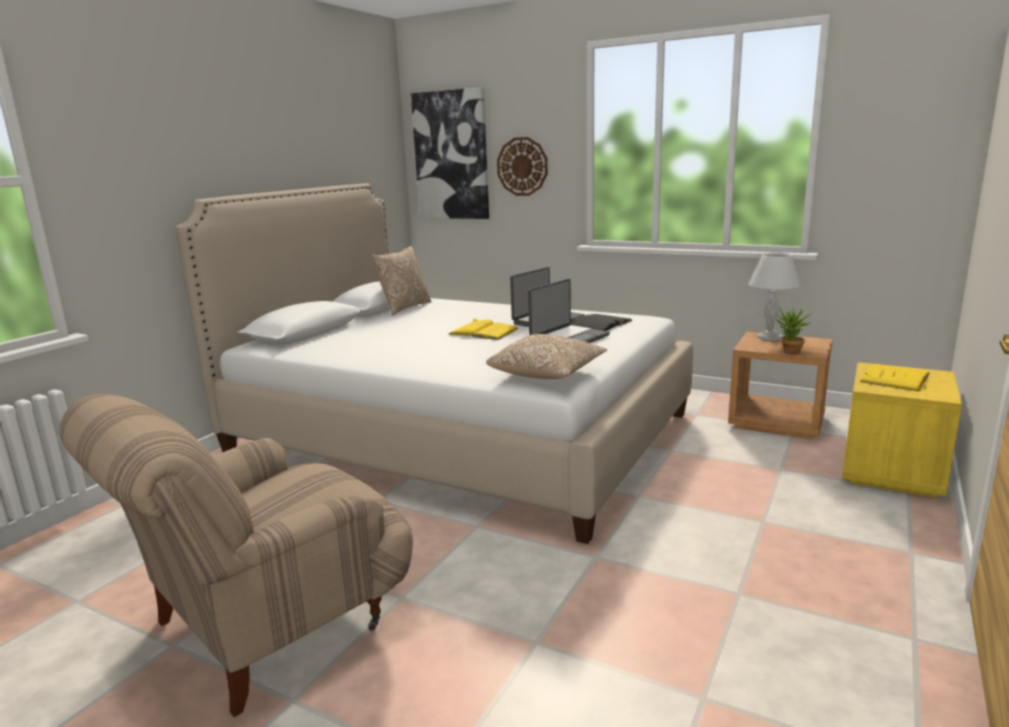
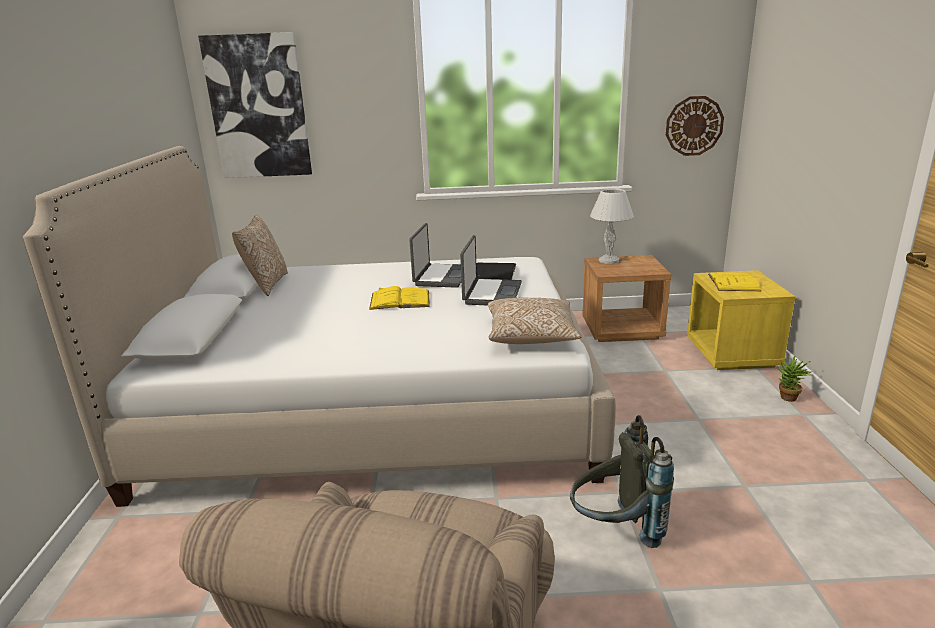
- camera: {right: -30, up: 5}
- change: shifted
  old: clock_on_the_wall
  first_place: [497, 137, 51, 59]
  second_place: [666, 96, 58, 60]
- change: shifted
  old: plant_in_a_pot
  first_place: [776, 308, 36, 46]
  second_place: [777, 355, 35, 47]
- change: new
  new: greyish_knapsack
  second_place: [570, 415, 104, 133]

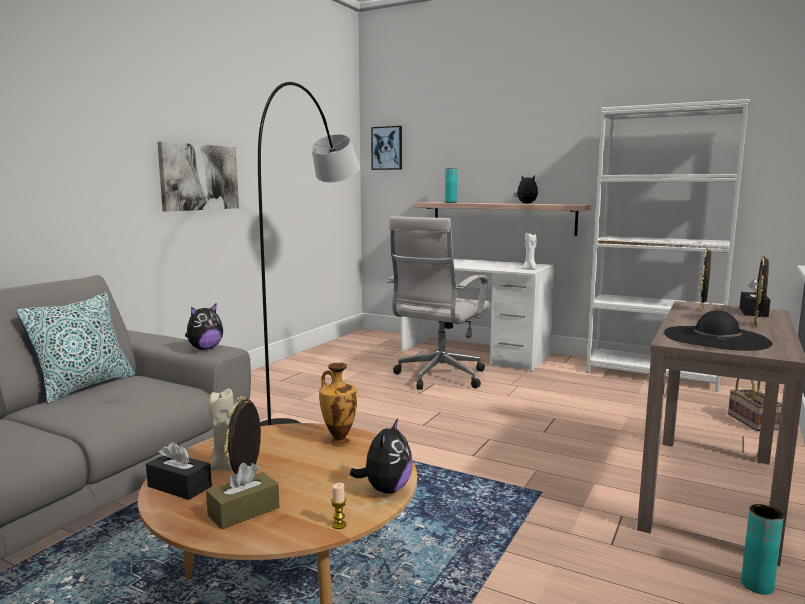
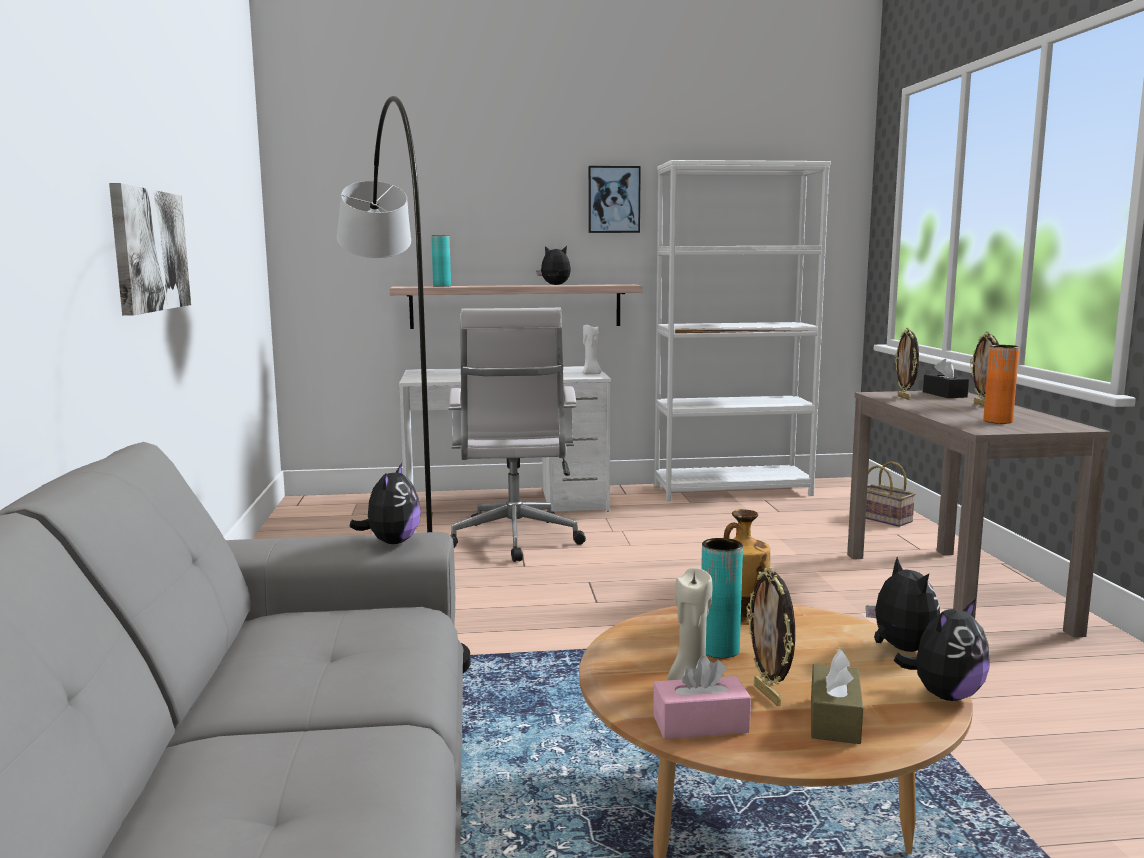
- camera: {right: -35, up: 0}
- change: shifted
  old: wall_picture
  first_place: [371, 126, 31, 44]
  second_place: [588, 166, 53, 67]
- change: gone
  old: cushion
  first_place: [16, 292, 119, 112]
- change: swapped
  old: blackish_clothing_hat
  new: orange-coloured_decorative_vase
  first_place: [664, 310, 109, 41]
  second_place: [983, 345, 37, 79]
- change: repainted
  old: blackish_tissue_box
  new: pinkish_tissue_box
  first_place: [146, 441, 66, 59]
  second_place: [653, 656, 98, 83]
- change: swapped
  old: wax_light
  new: soft_toy
  first_place: [331, 483, 15, 46]
  second_place: [894, 599, 96, 102]
- change: shifted
  old: turquoise_decorative_vase
  first_place: [741, 504, 43, 91]
  second_place: [701, 538, 42, 120]

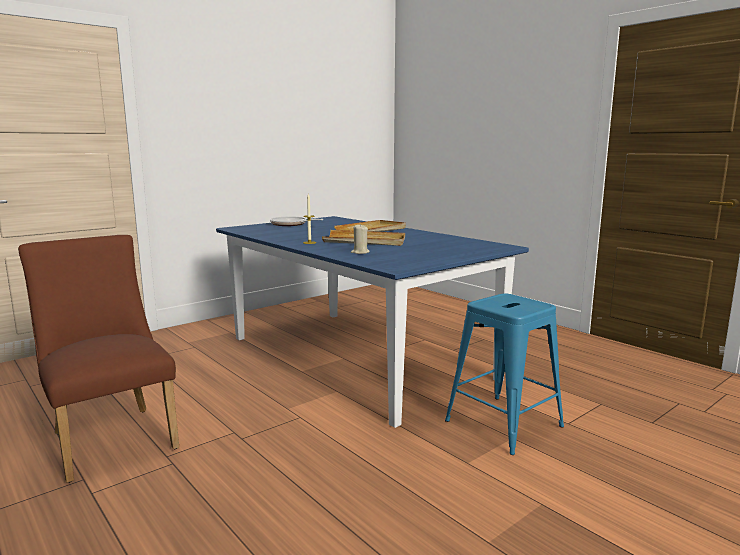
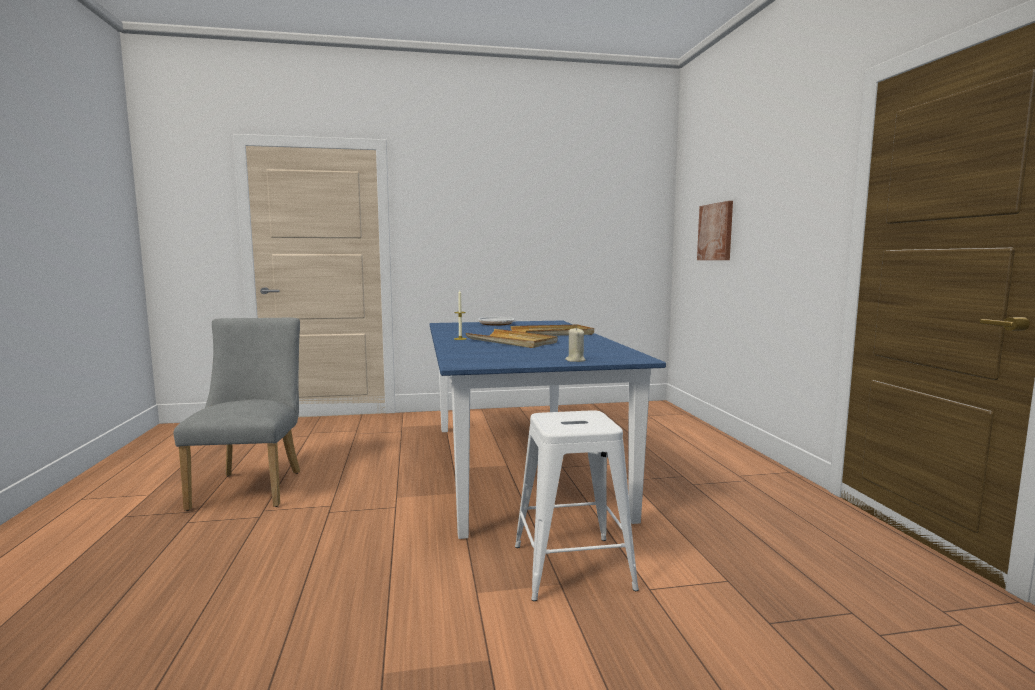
- camera: {right: 30, up: -5}
- change: shifted
  old: sand-coloured_wax_light
  first_place: [351, 224, 19, 30]
  second_place: [565, 327, 21, 35]
- change: repainted
  old: brown_upright_chair
  new: greyish_upright_chair
  first_place: [18, 235, 161, 248]
  second_place: [173, 317, 127, 194]
- change: repainted
  old: bluish_stool
  new: white-coloured_stool
  first_place: [445, 293, 119, 162]
  second_place: [515, 410, 124, 191]
- change: new
  new: wall_picture
  second_place: [697, 201, 36, 59]

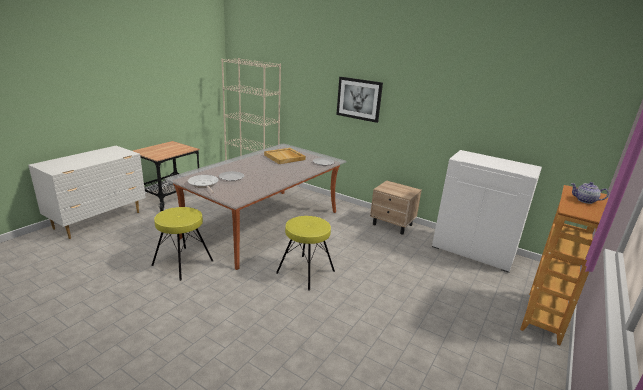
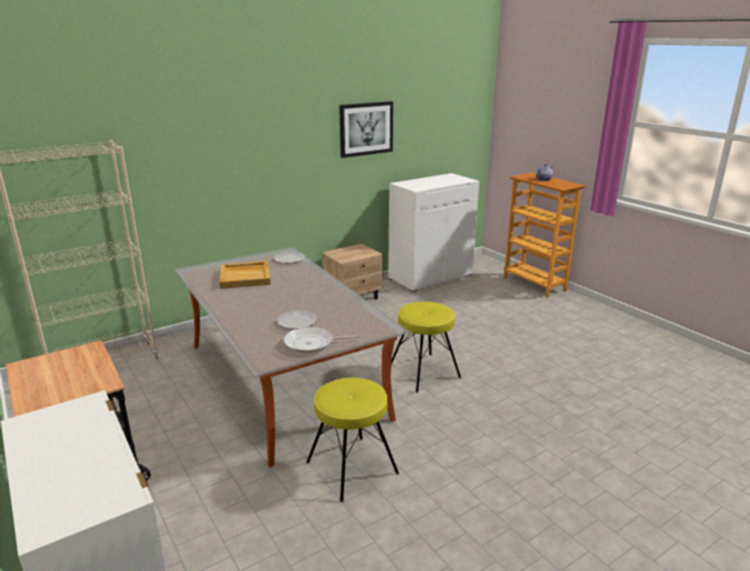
- camera: {right: -65, up: 0}
- change: shifted
  old: wall_picture
  first_place: [336, 77, 47, 46]
  second_place: [339, 101, 54, 57]

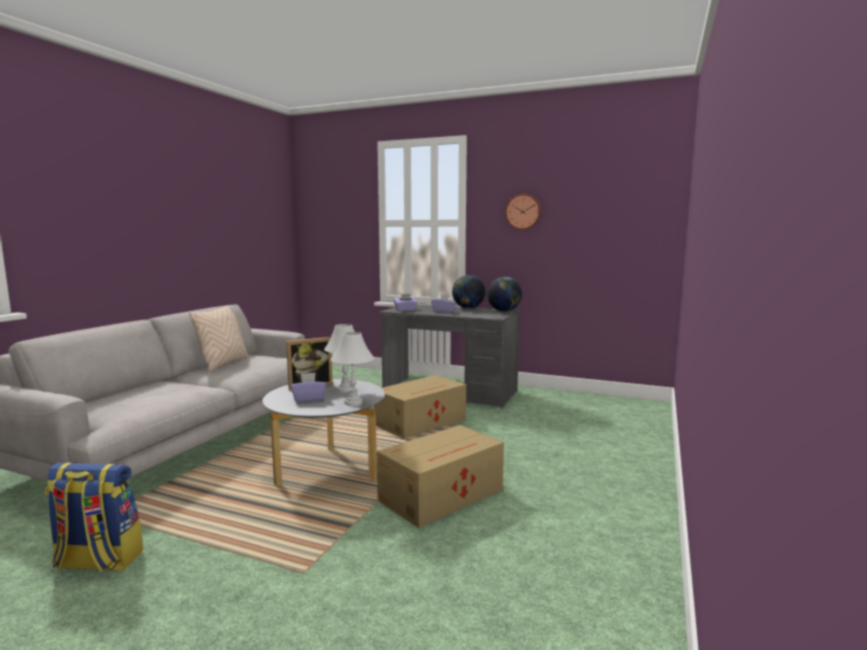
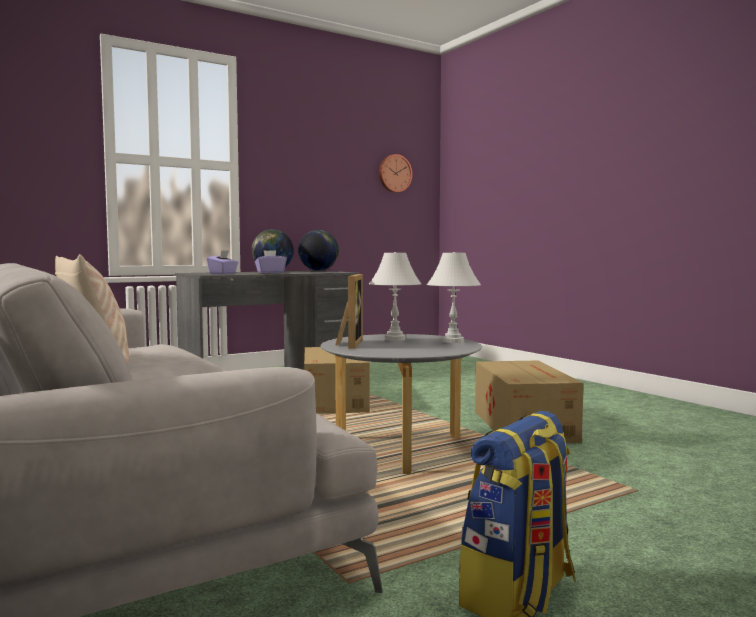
- camera: {right: -55, up: -5}
- change: shifted
  old: clock_on_the_wall
  first_place: [505, 194, 36, 36]
  second_place: [379, 154, 33, 39]
- change: gone
  old: purple_tissue_box
  first_place: [291, 373, 35, 29]

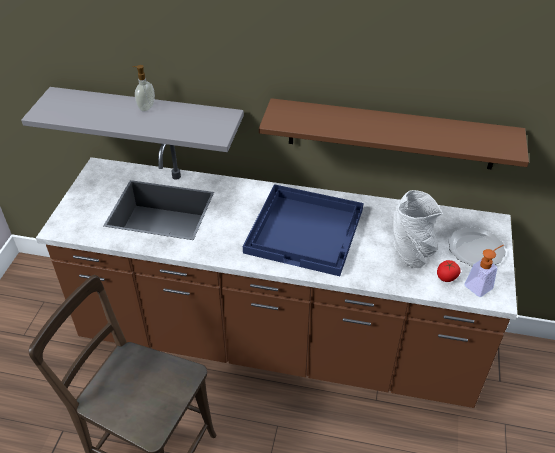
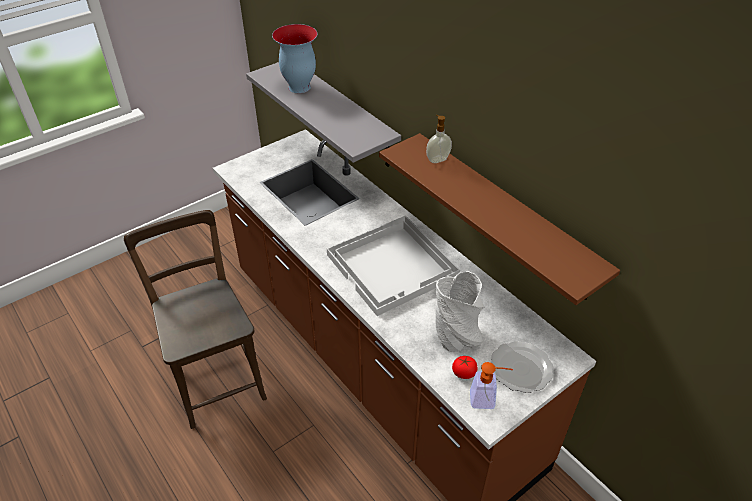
- camera: {right: 40, up: 0}
- change: shifted
  old: soap_bottle
  first_place: [133, 65, 22, 47]
  second_place: [426, 115, 26, 48]
- change: repainted
  old: bluish_tray
  new: white-coloured_tray
  first_place: [243, 184, 120, 92]
  second_place: [327, 215, 133, 101]
- change: new
  new: decorative_vase
  second_place: [272, 24, 45, 69]

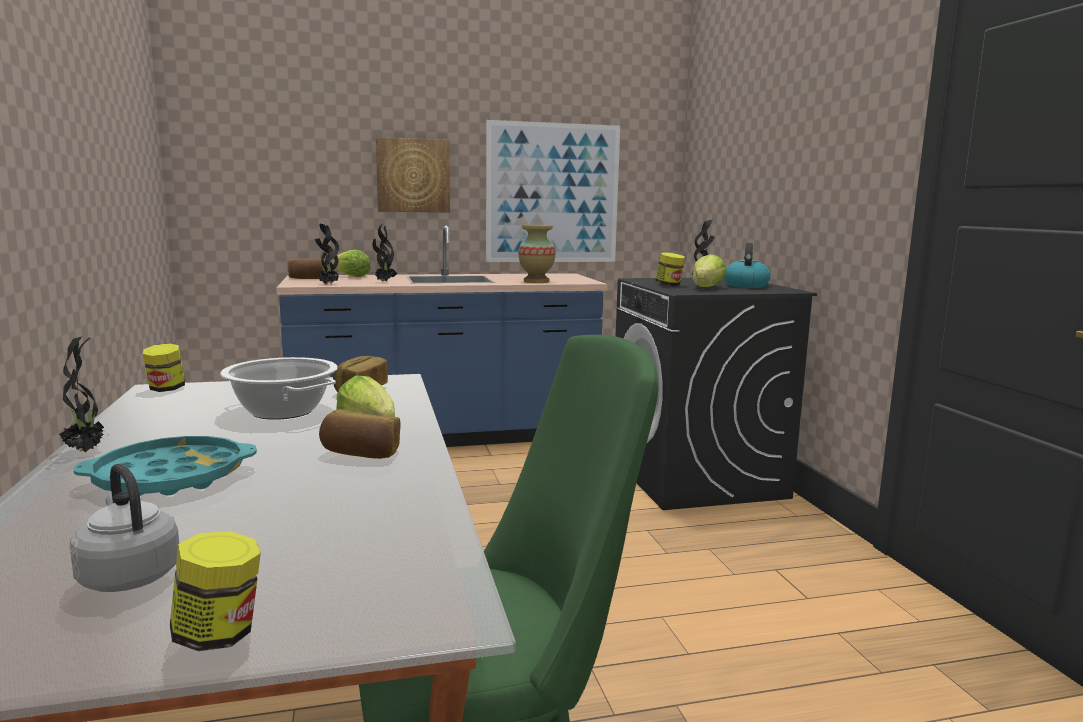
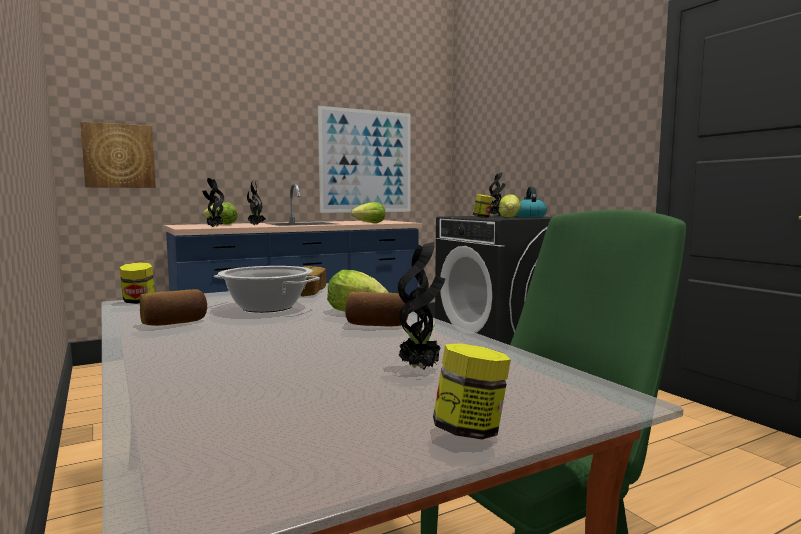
- camera: {right: -15, up: -5}
- change: shifted
  old: wall_picture
  first_place: [376, 137, 74, 75]
  second_place: [80, 122, 76, 66]
- change: swapped
  old: decorative_vase
  new: head_of_lettuce
  first_place: [518, 225, 38, 58]
  second_place: [351, 202, 34, 21]
- change: shifted
  old: baked_bread
  first_place: [288, 259, 37, 20]
  second_place: [140, 289, 67, 37]
- change: shifted
  old: plant_in_a_pot
  first_place: [59, 337, 48, 115]
  second_place: [398, 242, 47, 128]
- change: gone
  old: turquoise_tray
  first_place: [74, 436, 183, 60]
- change: gone
  old: greyish_kettle
  first_place: [69, 463, 110, 129]

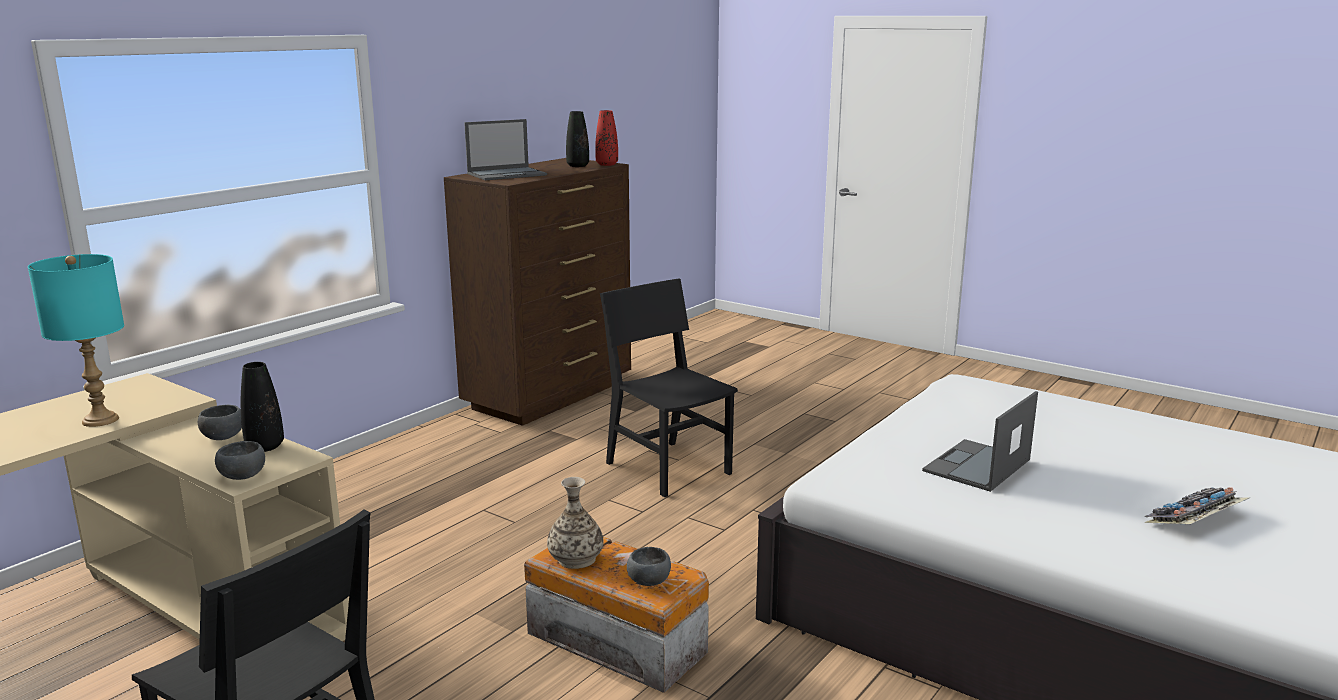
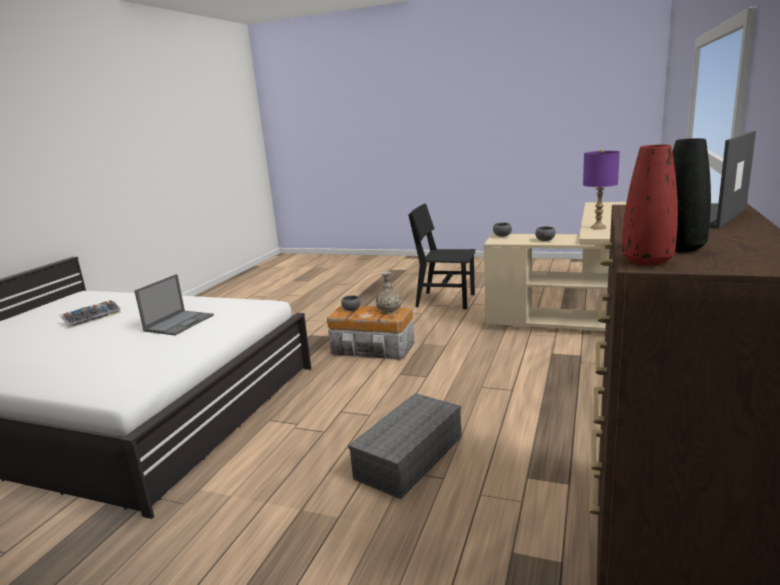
- camera: {right: 165, up: 0}
- change: repainted
  old: turquoise_tabletop_lamp
  new: purple_tabletop_lamp
  first_place: [28, 254, 96, 173]
  second_place: [583, 149, 37, 81]
- change: swapped
  old: blackish_upright_chair
  new: greyish_storage_container
  first_place: [600, 279, 138, 218]
  second_place: [348, 393, 113, 106]
- change: gone
  old: blackish_decorative_vase
  first_place: [241, 362, 43, 90]

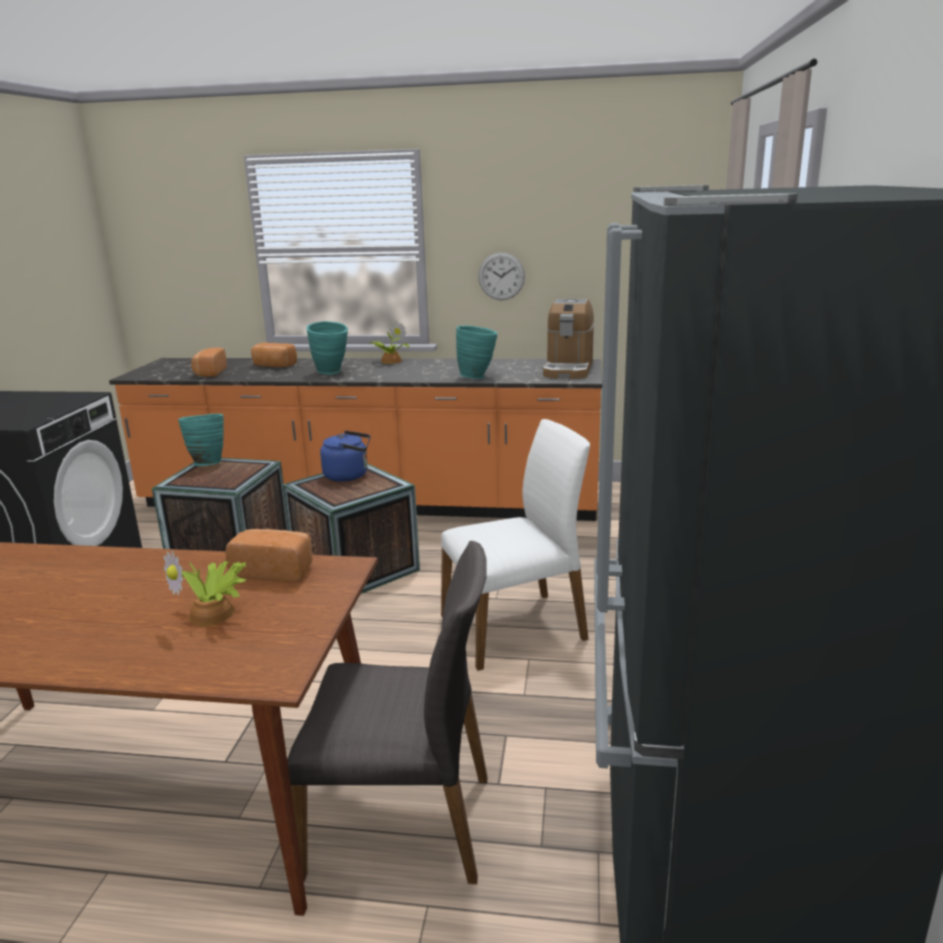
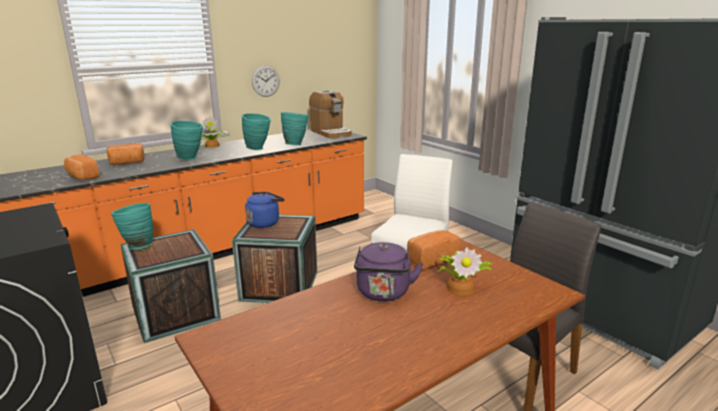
- camera: {right: -45, up: 0}
- change: new
  new: turquoise_decorative_vase
  second_place: [242, 113, 29, 37]
- change: new
  new: purple_kettle
  second_place: [354, 242, 69, 59]

